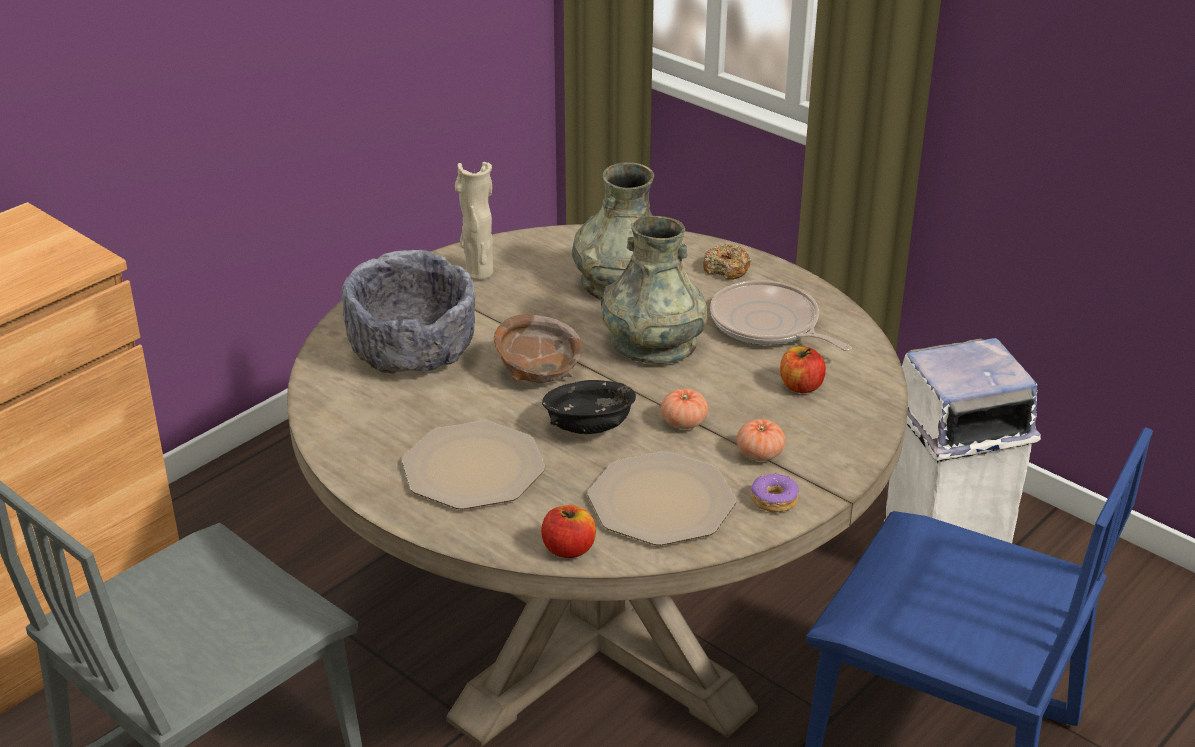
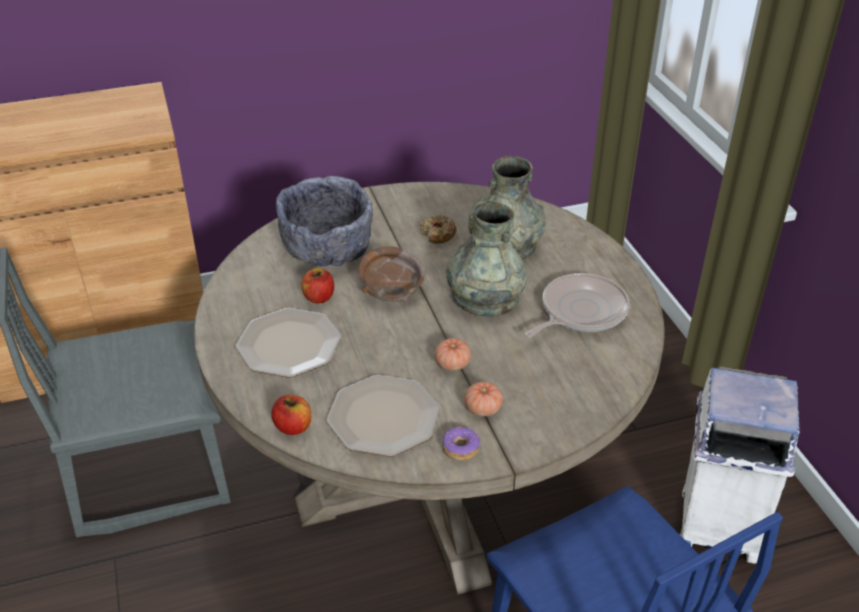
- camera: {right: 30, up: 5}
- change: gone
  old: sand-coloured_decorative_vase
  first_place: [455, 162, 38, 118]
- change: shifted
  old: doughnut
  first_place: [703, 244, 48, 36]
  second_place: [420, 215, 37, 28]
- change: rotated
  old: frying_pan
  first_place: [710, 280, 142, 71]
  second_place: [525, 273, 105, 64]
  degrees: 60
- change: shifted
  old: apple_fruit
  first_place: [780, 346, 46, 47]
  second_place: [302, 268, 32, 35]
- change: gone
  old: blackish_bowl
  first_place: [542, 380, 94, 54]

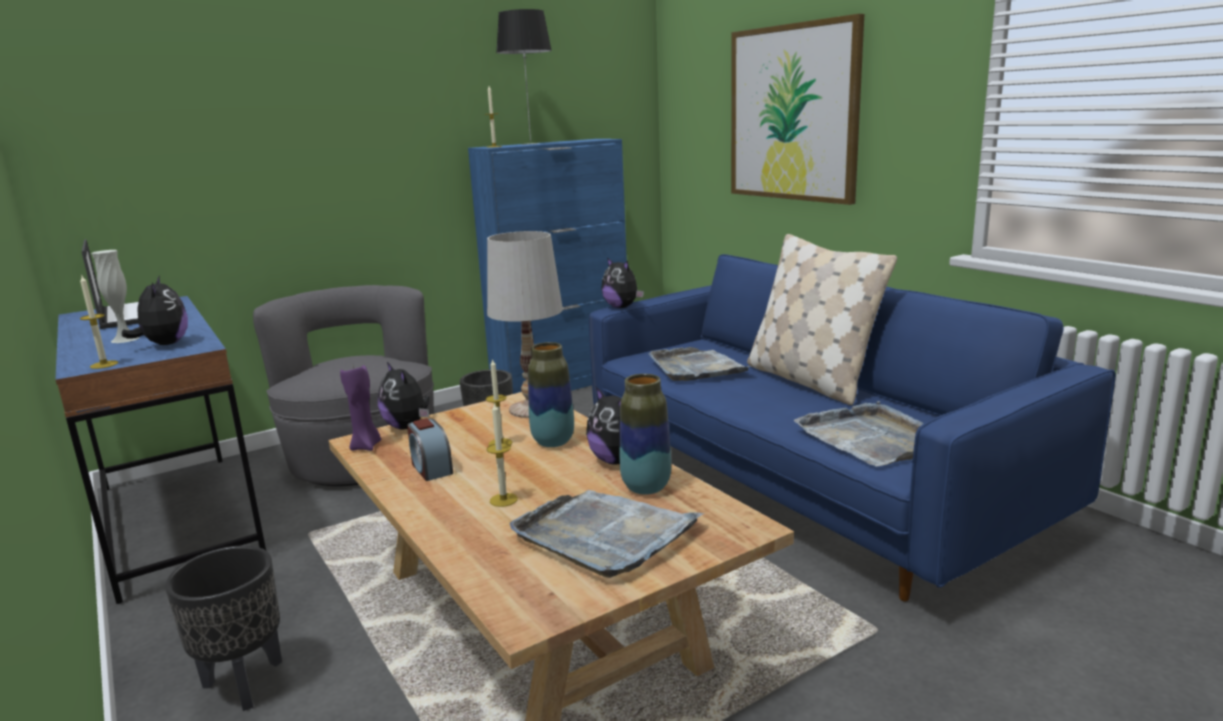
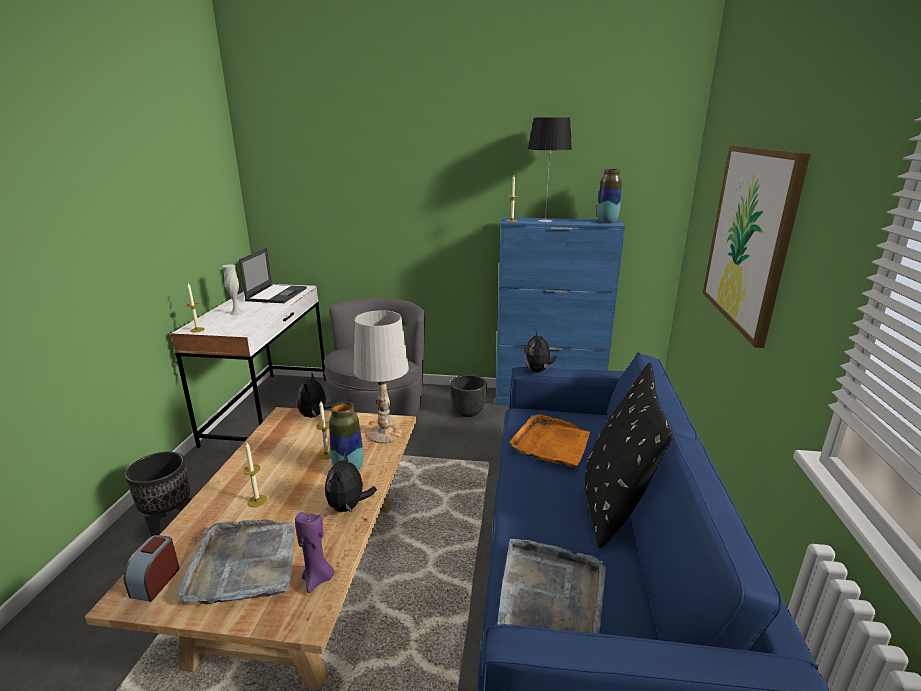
- camera: {right: 40, up: 5}
- change: repainted
  old: sand-coloured_cushion
  new: blackish_cushion
  first_place: [747, 234, 150, 171]
  second_place: [585, 363, 89, 185]
- change: gone
  old: soft_toy
  first_place: [122, 276, 66, 69]
- change: repainted
  old: bluish_desk_unit
  new: white-coloured_desk_unit
  first_place: [55, 296, 211, 308]
  second_place: [171, 284, 155, 164]
- change: repainted
  old: greyish_tray
  new: orange-coloured_tray
  first_place: [648, 347, 103, 34]
  second_place: [510, 414, 80, 53]
- change: shifted
  old: purple_wax_light
  first_place: [340, 365, 41, 86]
  second_place: [295, 512, 39, 81]
- change: shifted
  old: decorative_vase
  first_place: [620, 374, 51, 121]
  second_place: [597, 169, 25, 54]
- change: shifted
  old: alarm_clock
  first_place: [407, 418, 46, 63]
  second_place: [124, 535, 56, 67]

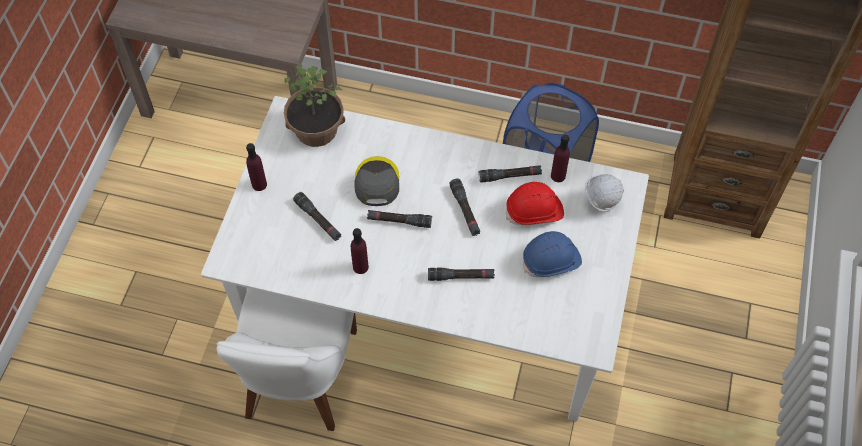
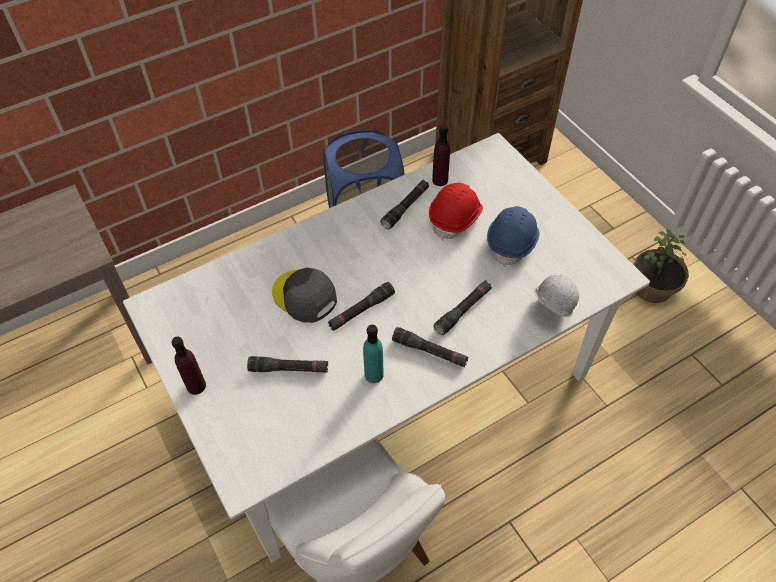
- camera: {right: -45, up: -5}
- change: shifted
  old: plant_in_a_pot
  first_place: [284, 65, 61, 82]
  second_place: [633, 229, 56, 74]
- change: shifted
  old: white-coloured_hard_hat
  first_place: [585, 174, 39, 37]
  second_place: [534, 274, 45, 43]
- change: shifted
  old: blackish_hand_torch
  first_place: [449, 178, 31, 58]
  second_place: [392, 327, 77, 40]
- change: repainted
  old: purple_bottle
  new: turquoise_bottle
  first_place: [351, 228, 18, 46]
  second_place: [363, 325, 21, 58]

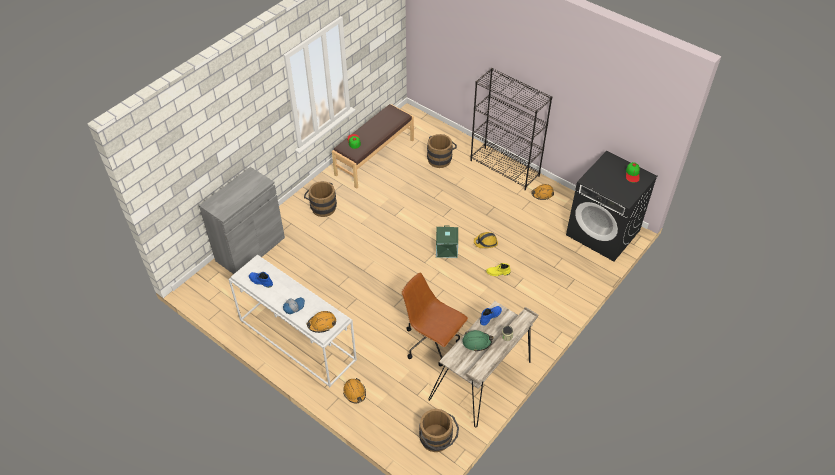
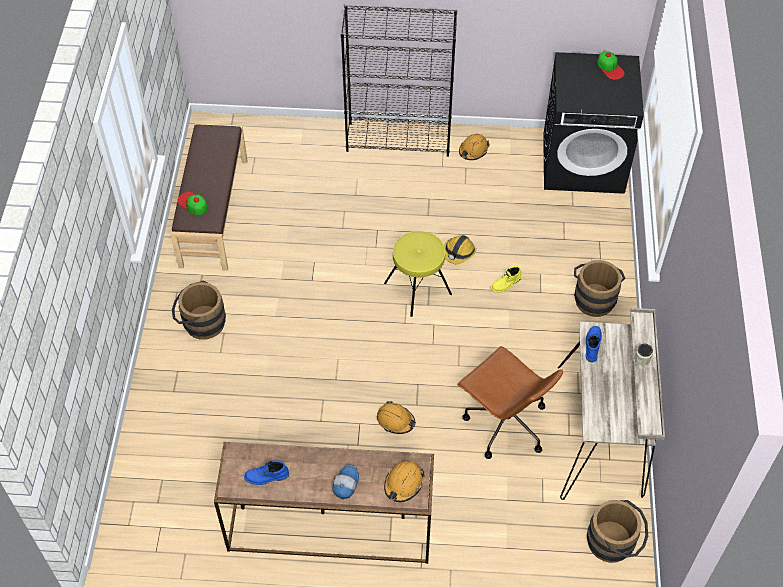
- camera: {right: -35, up: 5}
- change: shifted
  old: brown_bucket
  first_place: [427, 134, 30, 34]
  second_place: [574, 260, 51, 57]
- change: gone
  old: greyish_storage_cabinet
  first_place: [199, 167, 86, 107]
- change: swapped
  old: green_storage_container
  new: yellowish_stool
  first_place: [436, 226, 22, 32]
  second_place: [384, 231, 68, 86]
- change: repainted
  old: white-coloured_hall_table
  new: brown_hall_table
  first_place: [228, 255, 129, 132]
  second_place: [214, 442, 220, 122]
- change: rotated
  old: brown_computer_chair
  first_place: [402, 272, 66, 95]
  second_place: [457, 346, 106, 113]
  degrees: -135
- change: gone
  old: green_hard_hat
  first_place: [462, 330, 31, 21]
- change: shifted
  old: orange-coloured_hard_hat
  first_place: [343, 378, 23, 25]
  second_place: [377, 401, 39, 33]

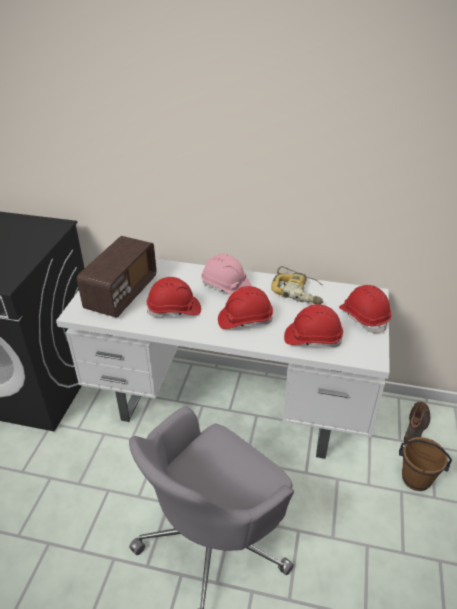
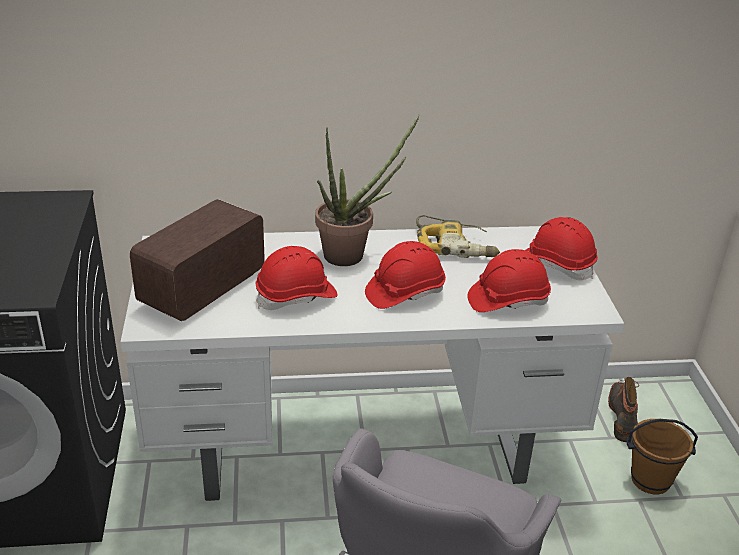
- camera: {right: -20, up: -5}
- change: rotated
  old: radio
  first_place: [77, 236, 80, 82]
  second_place: [130, 199, 135, 122]
  degrees: -150
- change: swapped
  old: pinkish_hard_hat
  new: plant_in_a_pot
  first_place: [201, 254, 50, 41]
  second_place: [315, 114, 105, 152]

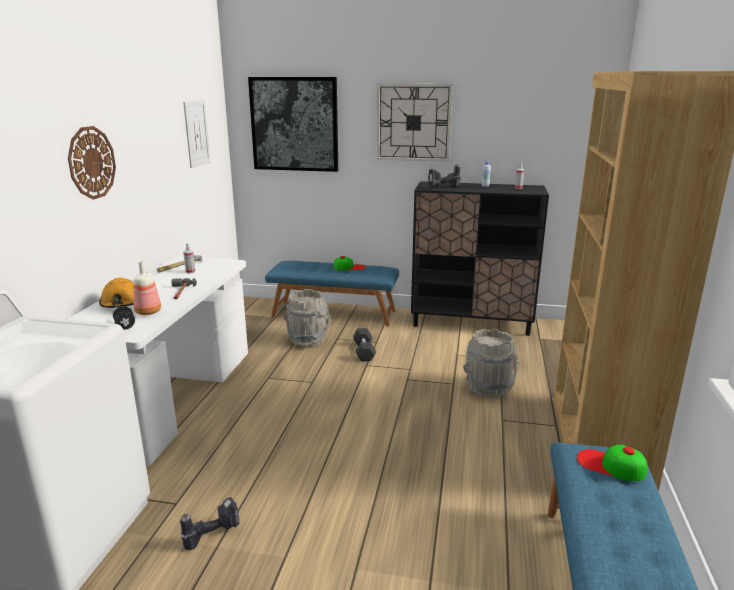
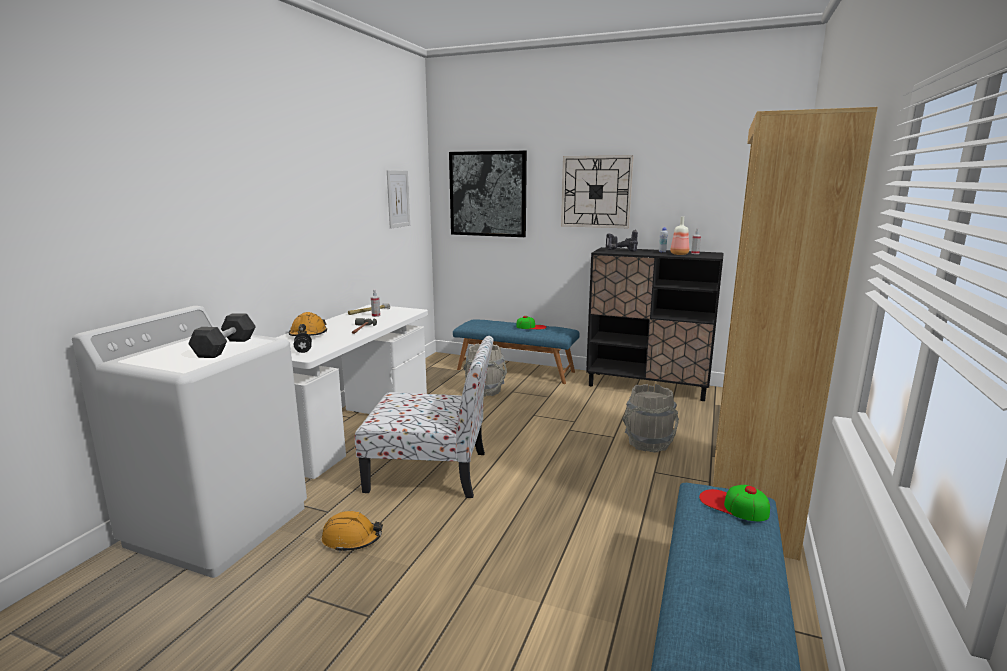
- camera: {right: 10, up: -5}
- change: gone
  old: clock_on_the_wall
  first_place: [68, 126, 48, 74]
- change: shifted
  old: bottle
  first_place: [133, 261, 28, 54]
  second_place: [670, 216, 19, 39]
- change: shifted
  old: blackish_hand_weight
  first_place: [353, 328, 23, 33]
  second_place: [188, 313, 68, 45]
- change: swapped
  old: drill
  new: orange-coloured_hard_hat
  first_place: [180, 497, 59, 53]
  second_place: [322, 511, 61, 41]
- change: new
  new: upright_chair
  second_place: [355, 336, 139, 162]

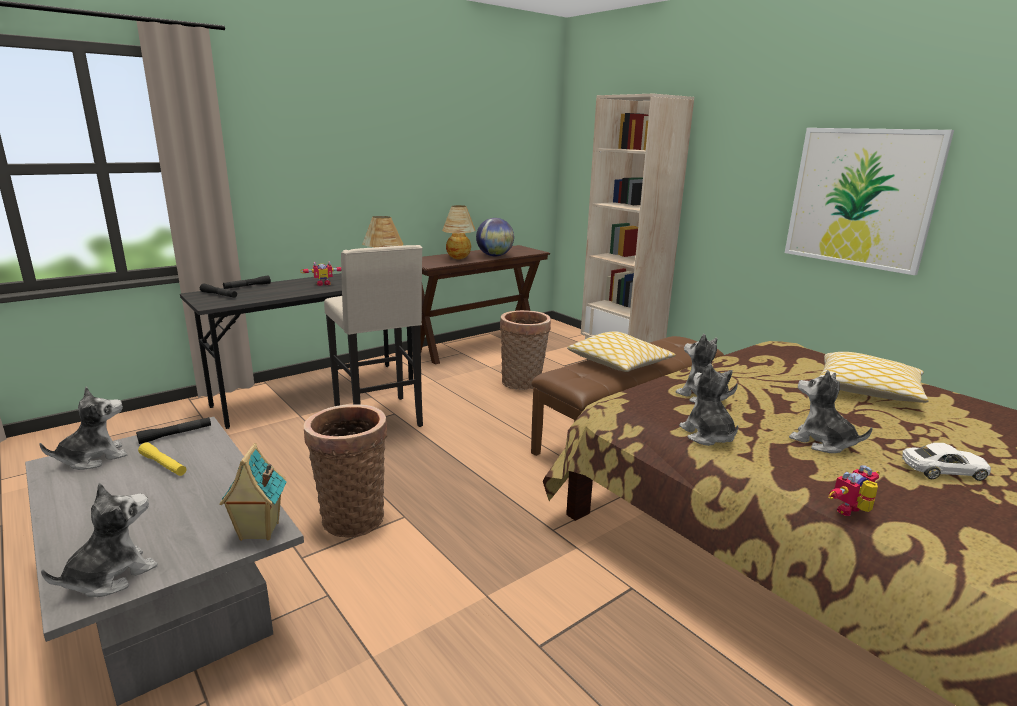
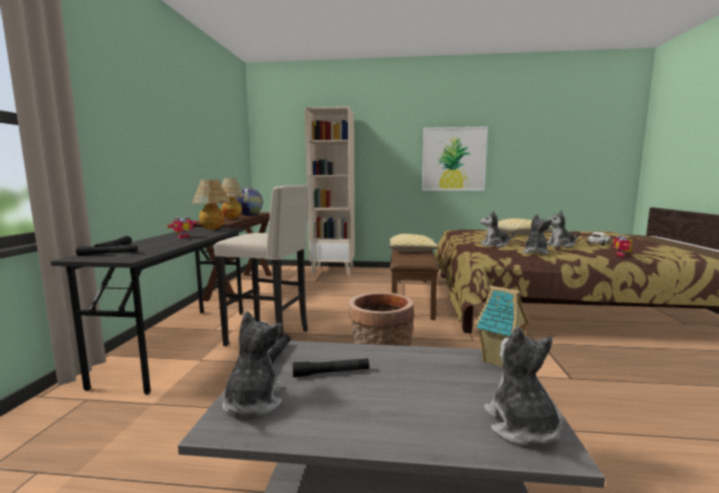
- camera: {right: -45, up: -10}
- change: gone
  old: basket
  first_place: [500, 310, 51, 80]
- change: rotated
  old: soft_toy
  first_place: [679, 364, 59, 82]
  second_place: [523, 214, 29, 41]
  degrees: 90
- change: repainted
  old: yellowish_hand_torch
  new: blackish_hand_torch
  first_place: [138, 442, 48, 34]
  second_place: [293, 358, 76, 19]

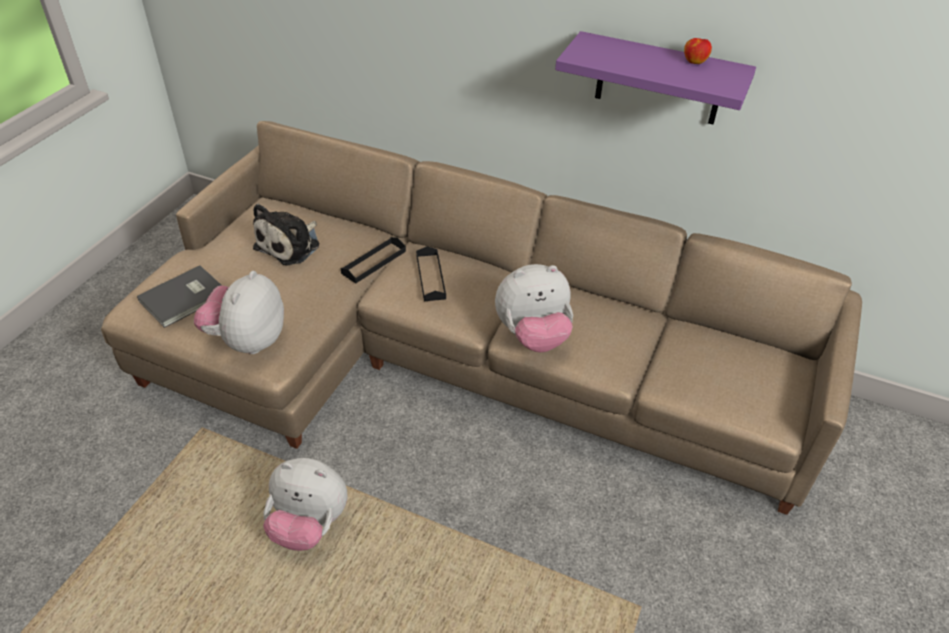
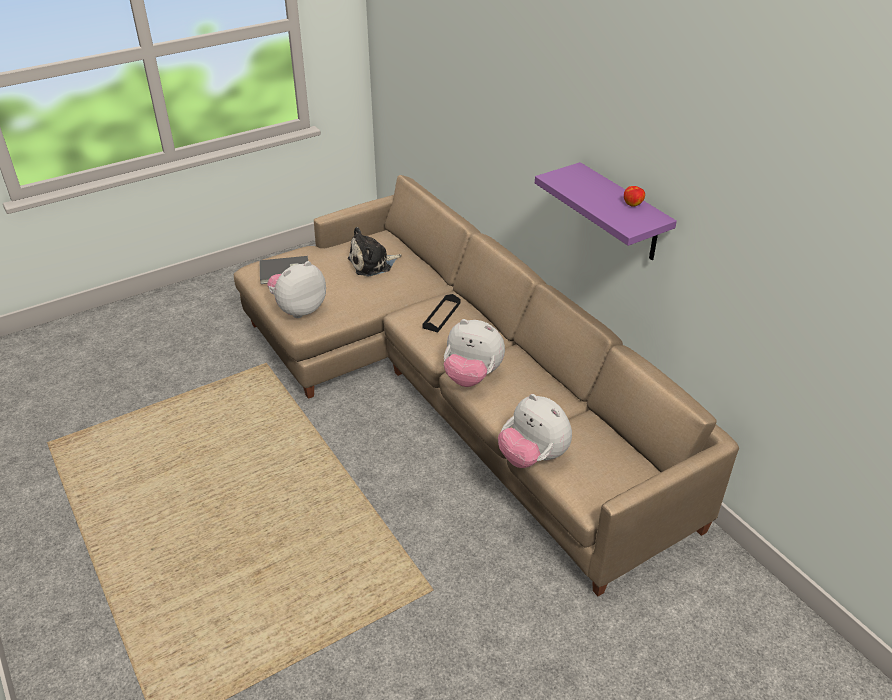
- camera: {right: 35, up: -5}
- change: gone
  old: blackish_tray
  first_place: [341, 237, 65, 46]
- change: shifted
  old: soft_toy
  first_place: [263, 458, 84, 93]
  second_place: [498, 394, 74, 74]

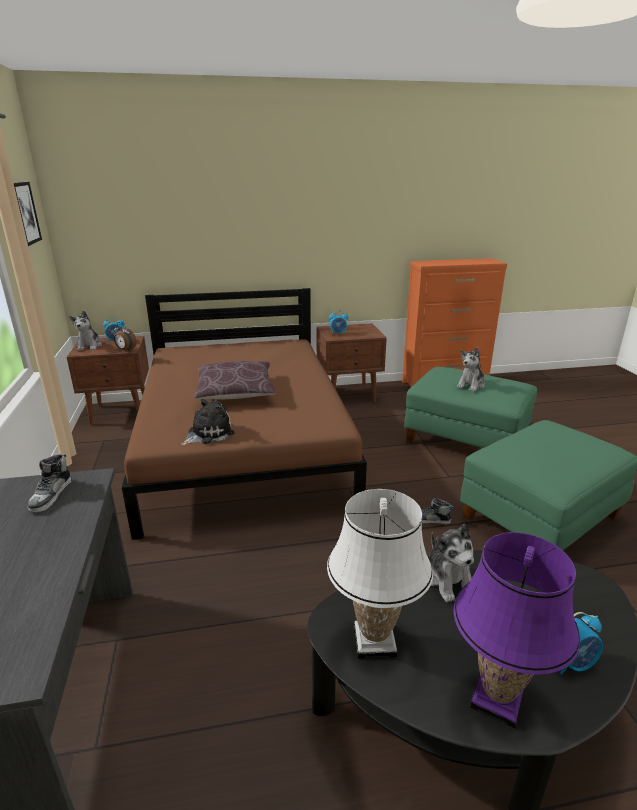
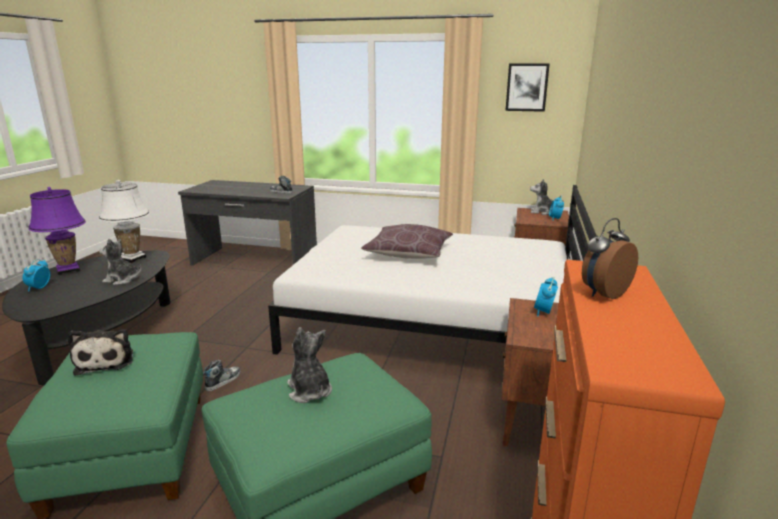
- camera: {right: 115, up: -5}
- change: repainted
  old: brown_bed
  new: white-coloured_bed
  first_place: [122, 288, 245, 252]
  second_place: [268, 185, 330, 170]
- change: shifted
  old: alarm_clock
  first_place: [113, 322, 24, 30]
  second_place: [582, 218, 56, 81]
- change: shifted
  old: soft_toy
  first_place: [181, 399, 54, 47]
  second_place: [68, 329, 65, 46]

